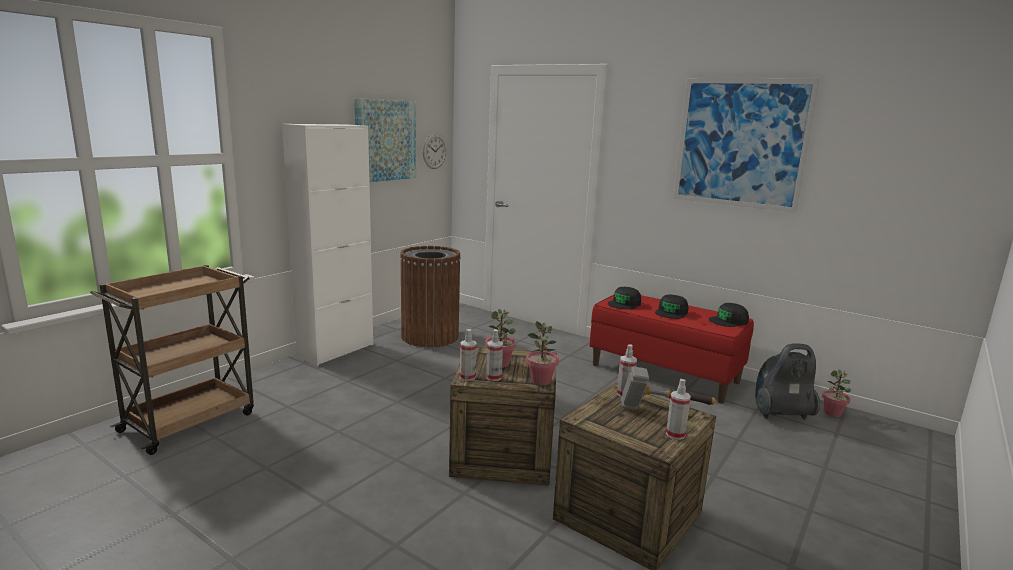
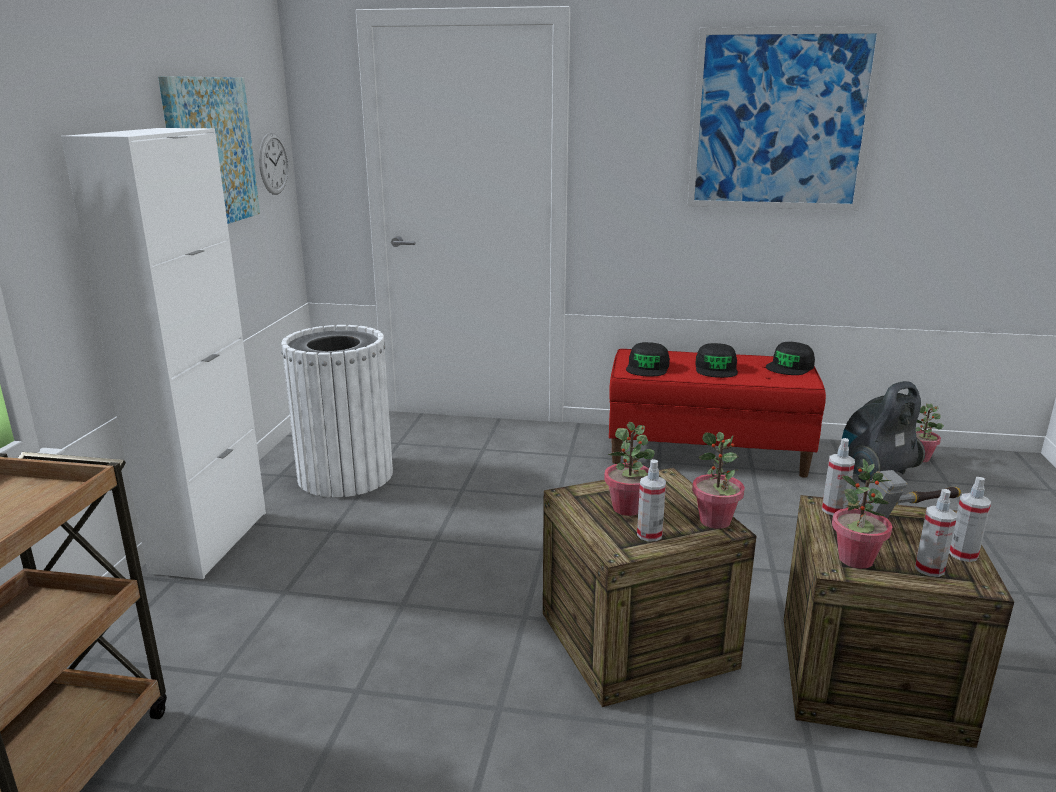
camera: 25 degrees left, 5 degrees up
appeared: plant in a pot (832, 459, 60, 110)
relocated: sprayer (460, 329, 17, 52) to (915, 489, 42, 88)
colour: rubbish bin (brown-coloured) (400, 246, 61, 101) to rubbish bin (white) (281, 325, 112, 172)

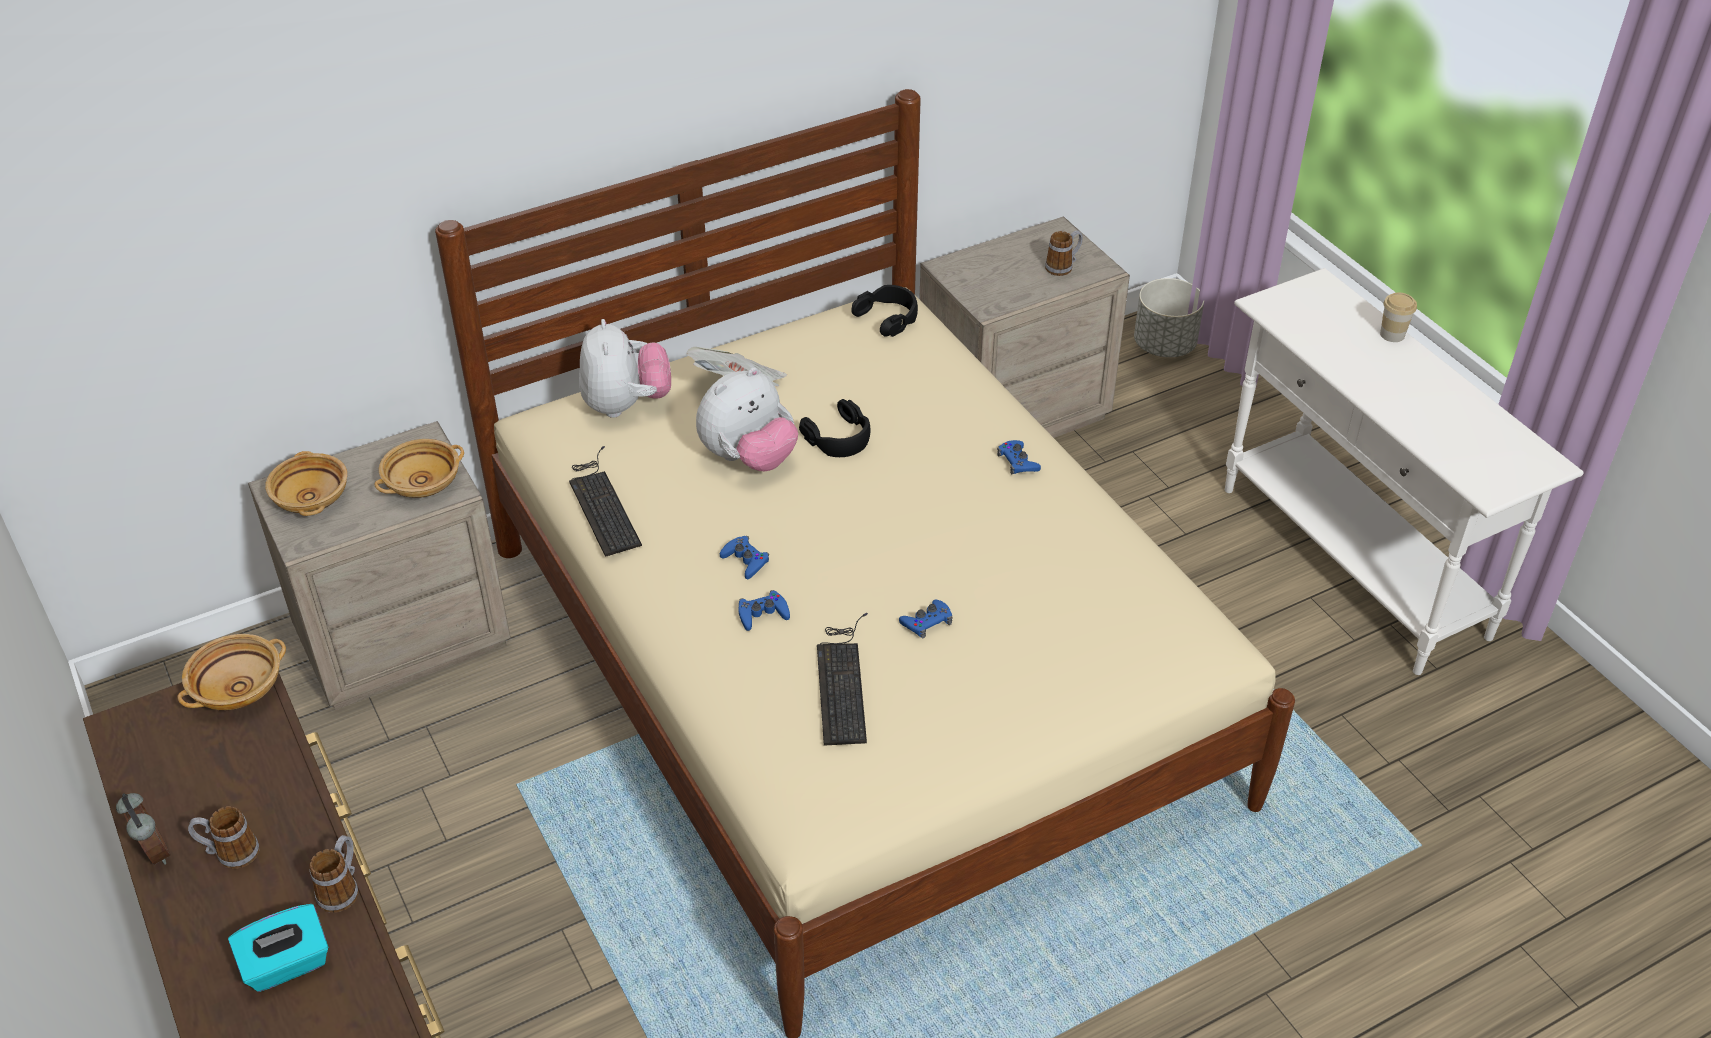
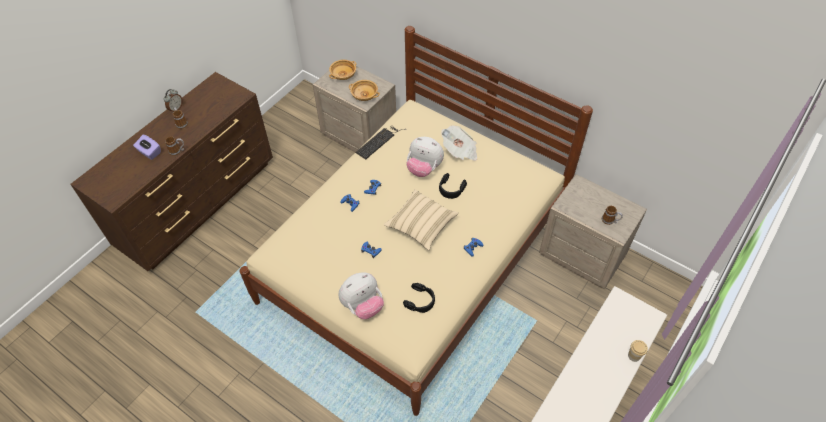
camera: 65 degrees right, 10 degrees up
missing: deep dish (beige-coloured) (177, 634, 109, 76); PC keyboard (817, 613, 51, 133); plant pot (gray) (1134, 278, 70, 79)
appeared: cushion (beige-coloured) (384, 190, 75, 61)
relocated: soft toy (579, 319, 92, 99) to (339, 272, 45, 47); headphones (black) (851, 285, 67, 52) to (403, 283, 32, 30)
colour: tissue holder (turquoise) (228, 904, 100, 88) to tissue holder (purple) (133, 135, 28, 25)

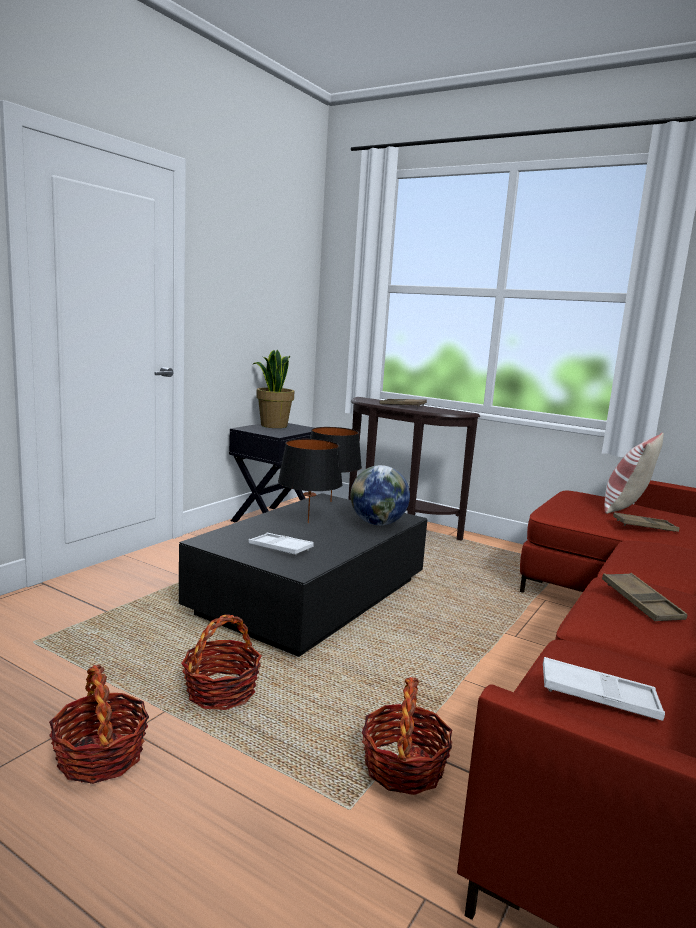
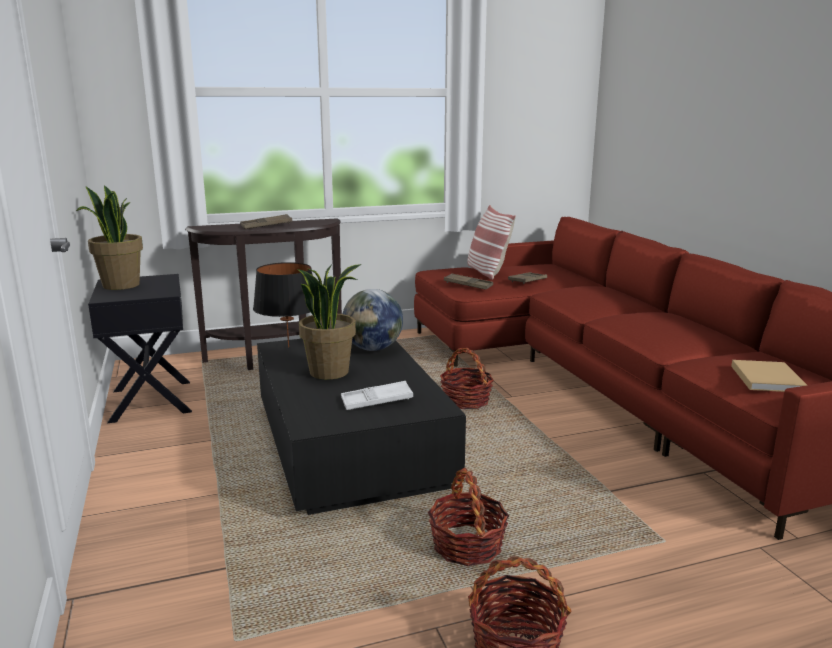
camera: 50 degrees left, 5 degrees up
relocated: household basket (362, 677, 91, 118) to (440, 348, 54, 61); serving tray (brown-coloured) (602, 573, 85, 48) to (444, 273, 49, 17)
exchanged: tabletop lamp (black) (278, 439, 65, 84) to plant in a pot (297, 264, 64, 116); serving tray (white) (543, 657, 122, 64) to book (beige-coloured) (731, 360, 76, 32)

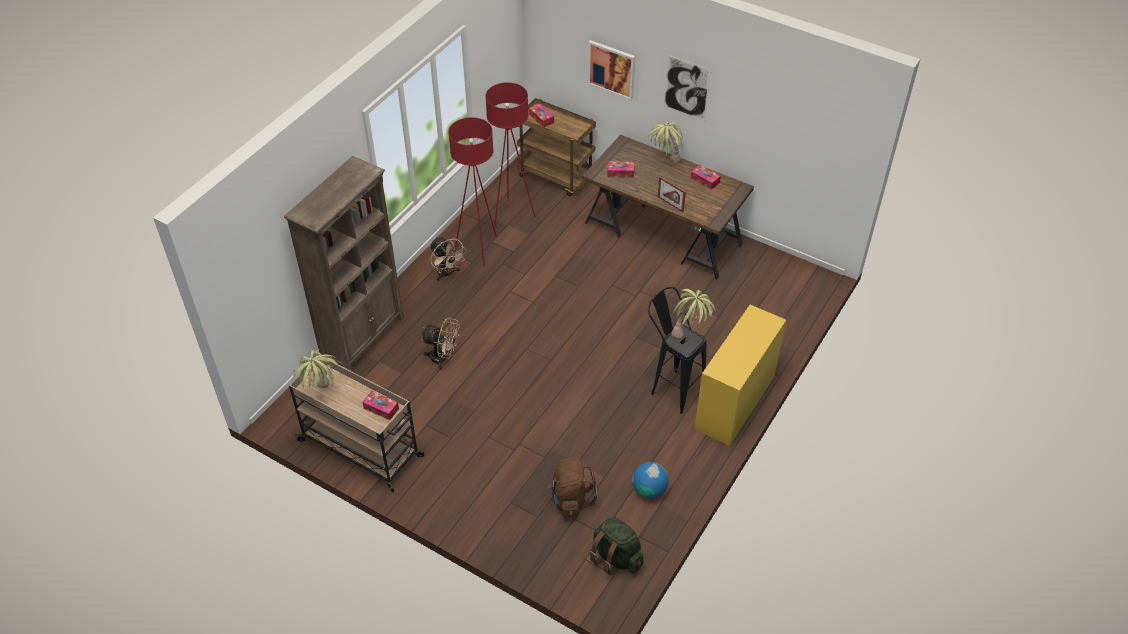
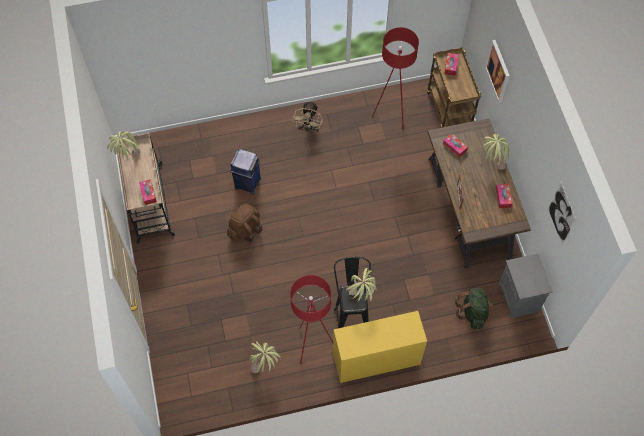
camera: 45 degrees right, 15 degrees up
missing: shelving unit (brown-coloured) (284, 156, 120, 215)
appeared: bedside table (gray) (499, 254, 54, 64)
relocated: rucksack (brown-coloured) (547, 458, 50, 60) to (227, 203, 36, 39); standing lamp (red) (448, 117, 49, 150) to (290, 275, 43, 89); rucksack (green-coloured) (589, 516, 54, 59) to (455, 288, 38, 41); picture (663, 55, 48, 66) to (548, 181, 28, 65)
exchanged: cooling fan (beige-coloured) (421, 318, 39, 51) to rubbish bin (blue-coloured) (230, 149, 31, 45); world globe (632, 462, 37, 37) to plant in a pot (249, 341, 32, 32)

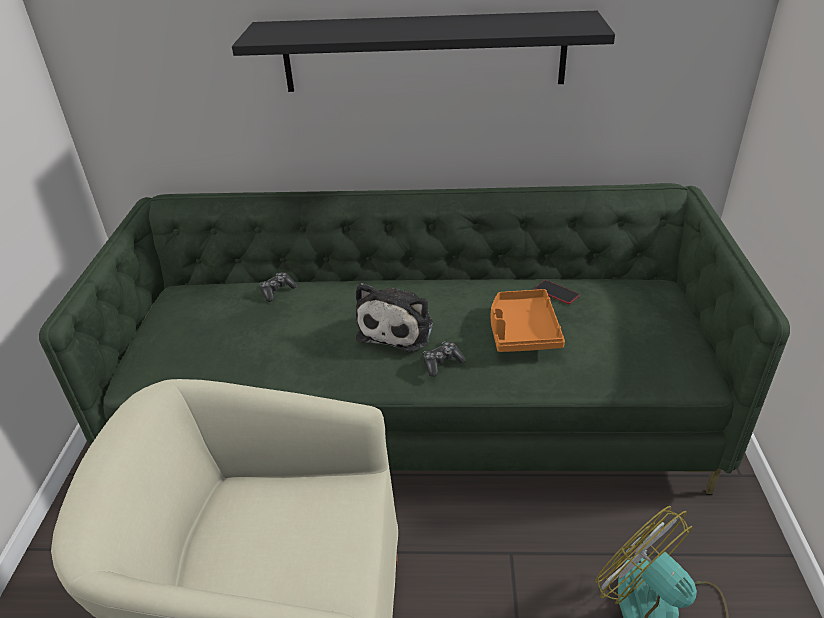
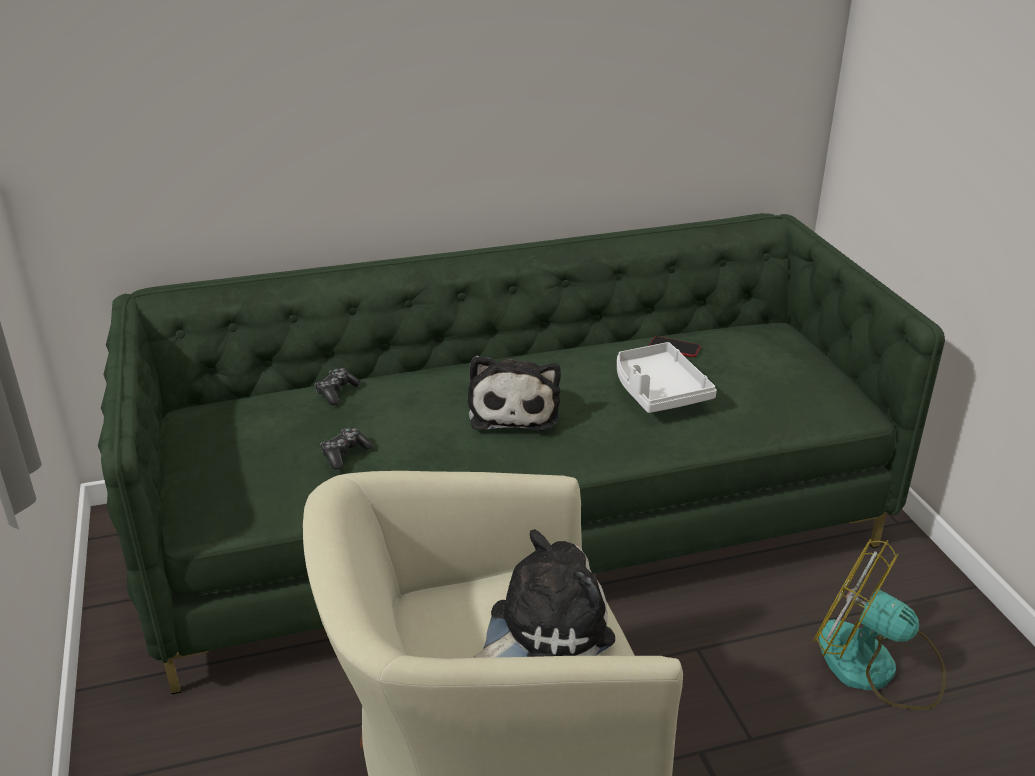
camera: 20 degrees left, 5 degrees down
missing: shelf (black) (232, 11, 383, 81)
appeared: soft toy (473, 529, 142, 129)
relocated: game controller (423, 342, 43, 35) to (320, 427, 53, 43)
colour: serving tray (orangey) (491, 289, 74, 63) to serving tray (white) (617, 342, 100, 71)

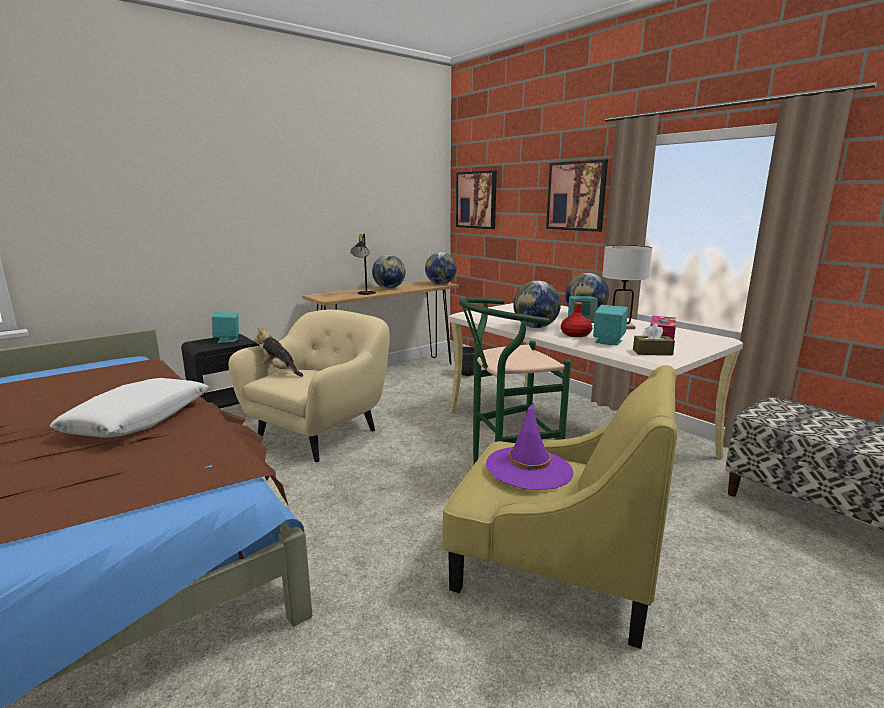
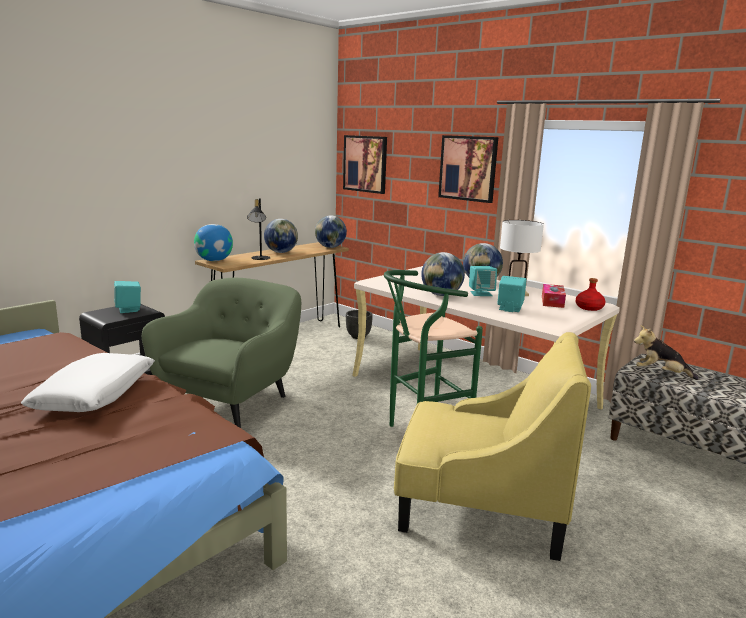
camera: 10 degrees left, 0 degrees up
missing: clothing hat (purple) (486, 402, 88, 88); tissue holder (brown-coloured) (633, 324, 42, 31)
appeared: world globe (194, 224, 39, 37)
relocated: drink bottle (red) (561, 302, 31, 35) to (576, 278, 29, 33); soft toy (254, 326, 49, 51) to (634, 325, 65, 55)
colour: easy chair (beige-coloured) (228, 310, 162, 152) to easy chair (green-coloured) (142, 278, 159, 150)

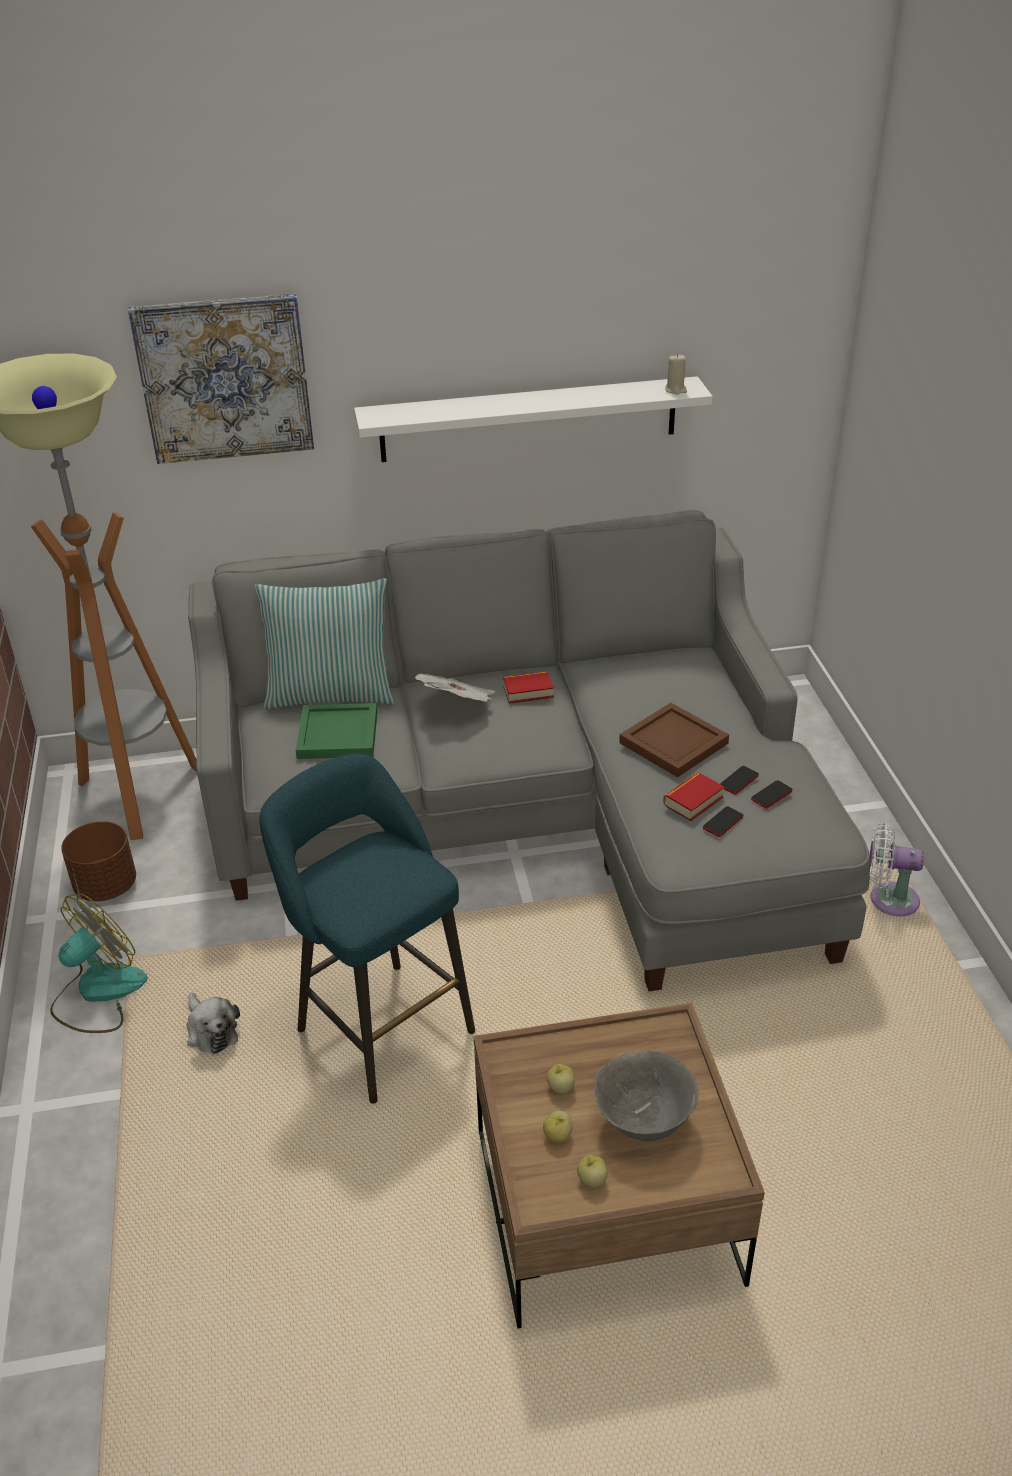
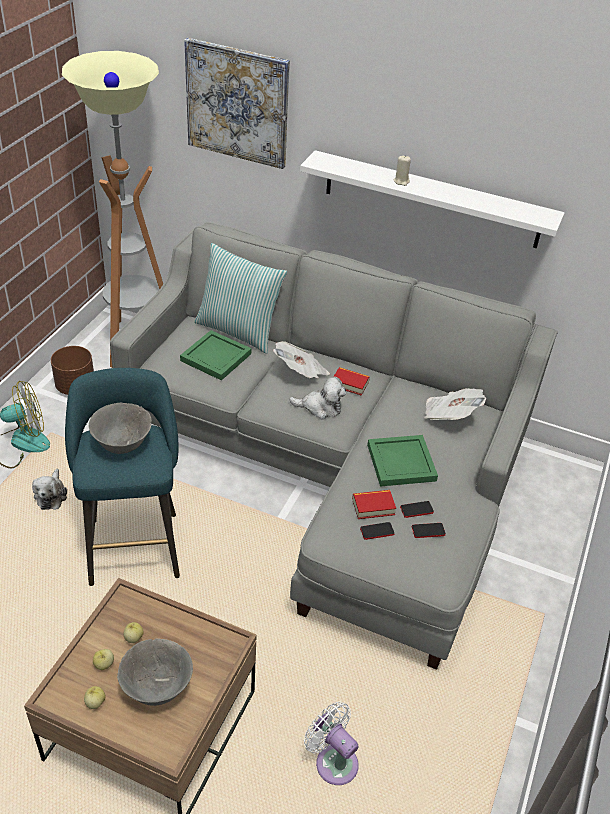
camera: 30 degrees right, 5 degrees up
appeared: deep dish (gray) (89, 403, 63, 51); soft toy (289, 377, 57, 43); newspaper (424, 388, 62, 32)
relocated: cooling fan (white) (869, 822, 55, 94) to (304, 702, 55, 83); wax light (beige-coloured) (665, 354, 22, 40) to (394, 156, 17, 30)
colour: serving tray (brown-coloured) (619, 703, 110, 74) to serving tray (green-coloured) (367, 435, 71, 52)

